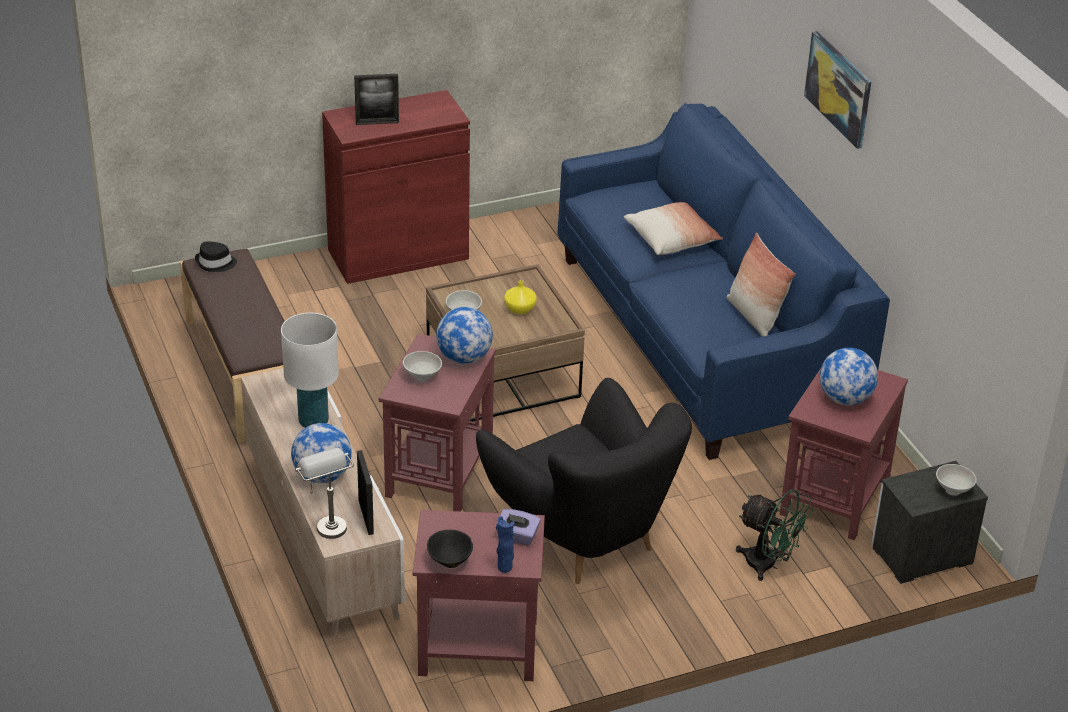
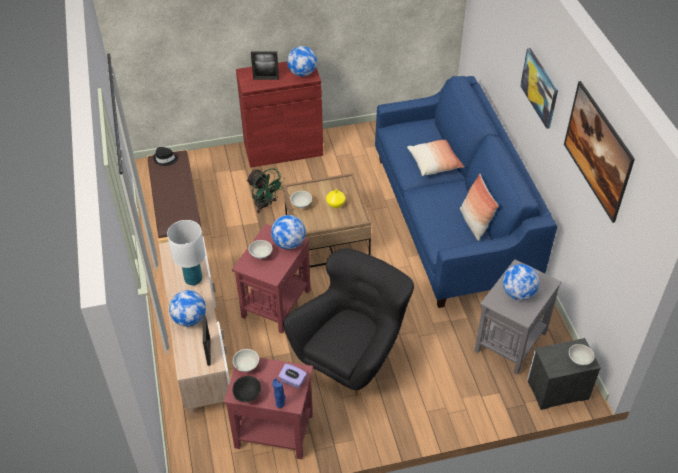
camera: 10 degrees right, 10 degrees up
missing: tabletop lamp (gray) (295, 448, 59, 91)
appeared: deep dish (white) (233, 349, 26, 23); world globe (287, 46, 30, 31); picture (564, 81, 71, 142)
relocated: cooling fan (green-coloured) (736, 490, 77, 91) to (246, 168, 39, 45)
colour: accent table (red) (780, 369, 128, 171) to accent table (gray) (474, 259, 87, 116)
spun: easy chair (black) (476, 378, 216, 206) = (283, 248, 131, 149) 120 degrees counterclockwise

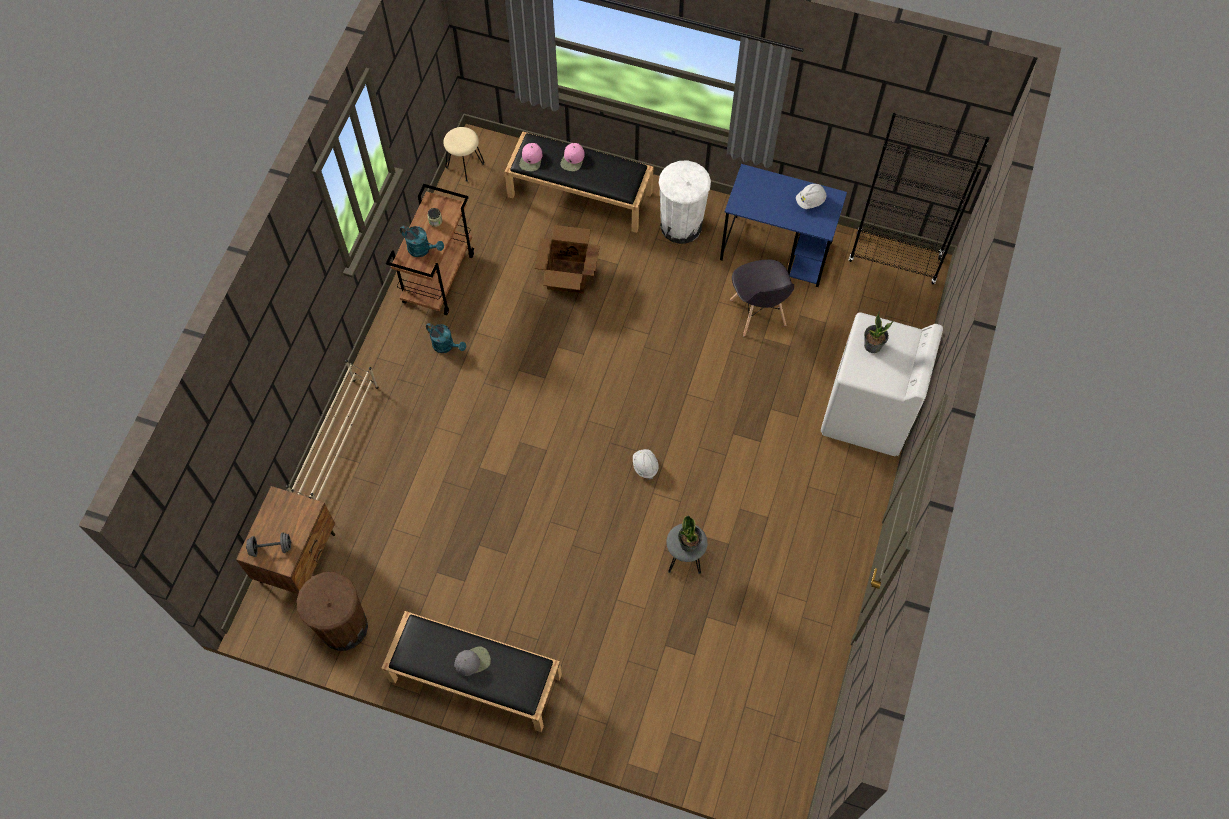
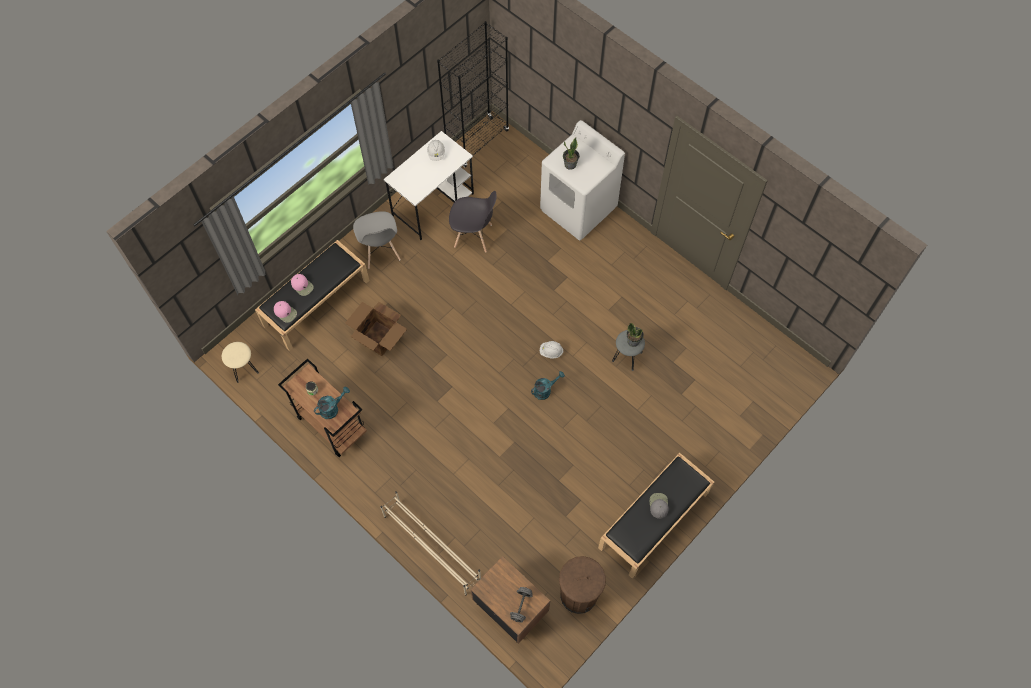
camera: 65 degrees left, 0 degrees up
relocated: sprinkling can (turquoise) (426, 323, 40, 30) to (531, 371, 34, 29)
exchanged: rubbish bin (white) (659, 161, 52, 83) to chair (gray) (353, 211, 48, 58)
colour: desk unit (blue-coloured) (720, 164, 127, 123) to desk unit (white) (383, 131, 91, 109)

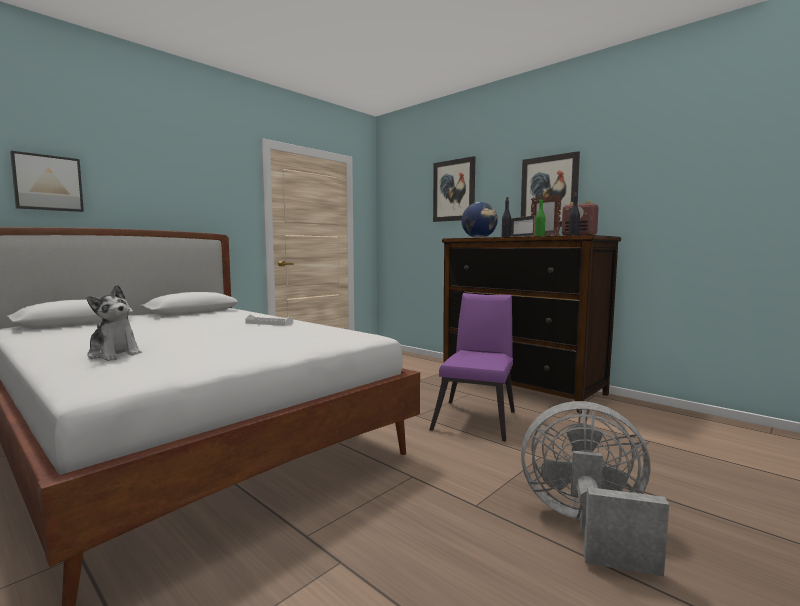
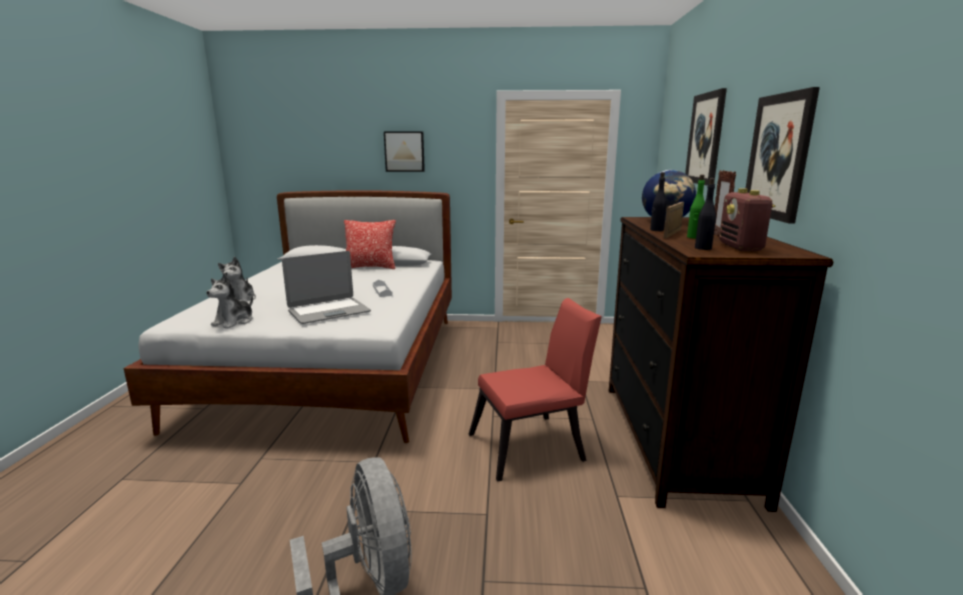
camera: 50 degrees right, 10 degrees up
appeared: soft toy (206, 273, 47, 56); portable computer (282, 251, 89, 73); cushion (344, 220, 52, 49)
relocated: picture (10, 151, 74, 61) to (384, 131, 41, 41)
colour: chair (purple) (429, 293, 86, 149) to chair (red) (469, 298, 133, 184)

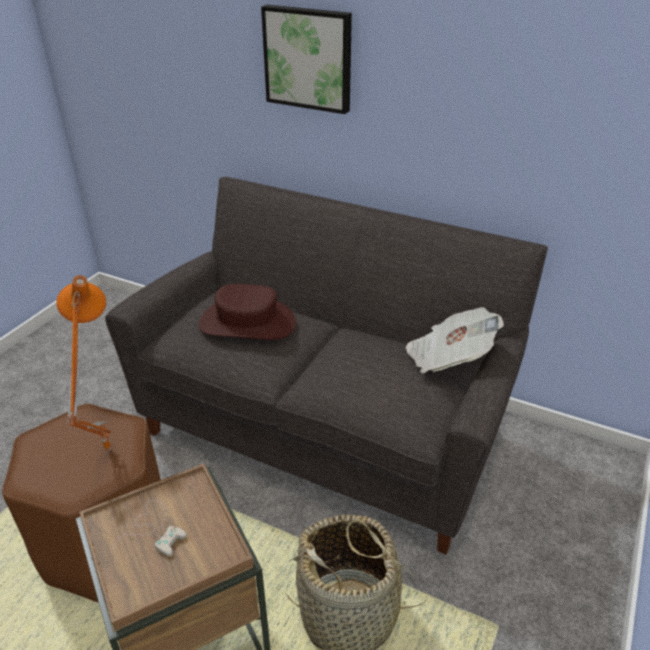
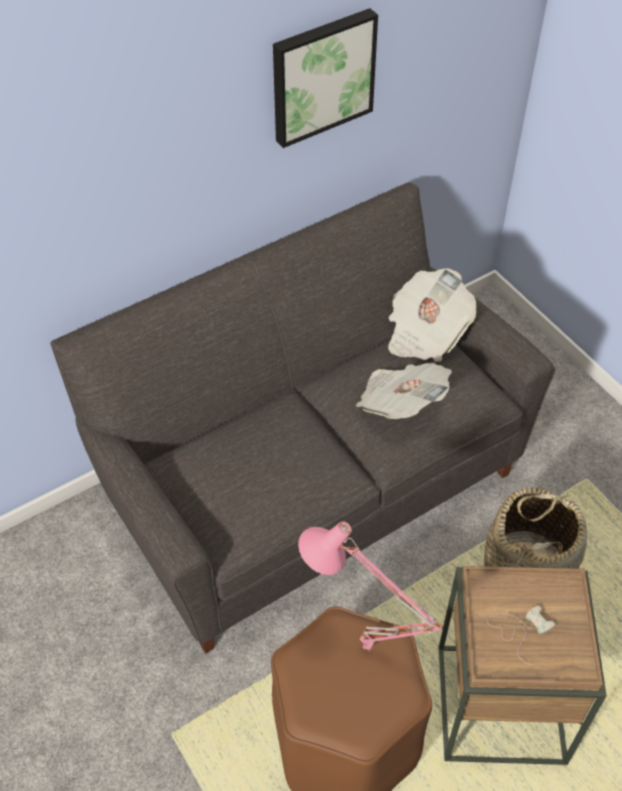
camera: 60 degrees left, 15 degrees up
missing: clothing hat (brown-coloured) (199, 284, 97, 56)
appeared: newspaper (356, 363, 96, 56)
relocated: picture (261, 5, 91, 109) to (273, 8, 105, 140)
colour: tabletop lamp (orangey) (56, 275, 55, 178) to tabletop lamp (pink) (298, 521, 145, 130)

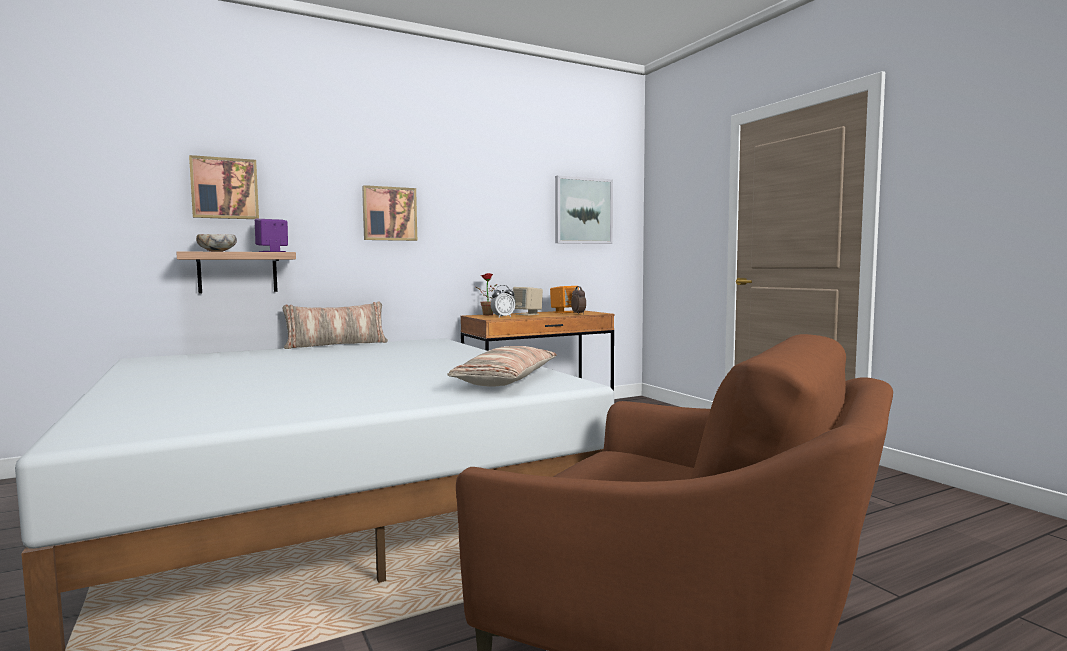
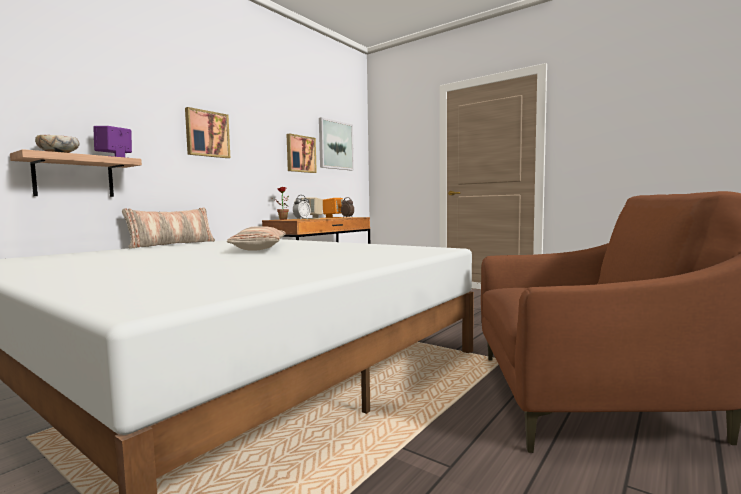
camera: 25 degrees left, 0 degrees up
relocated: cushion (447, 346, 110, 41) to (227, 226, 59, 25); picture (189, 155, 70, 64) to (287, 133, 30, 40)

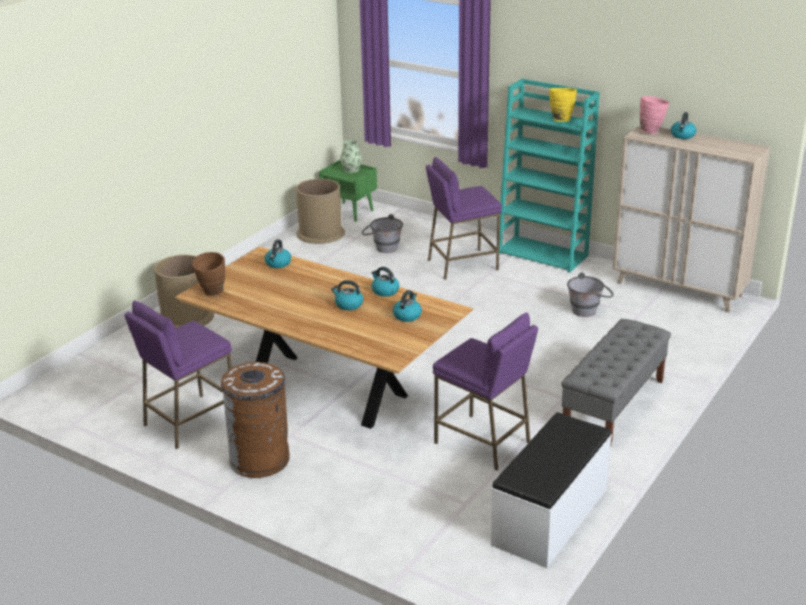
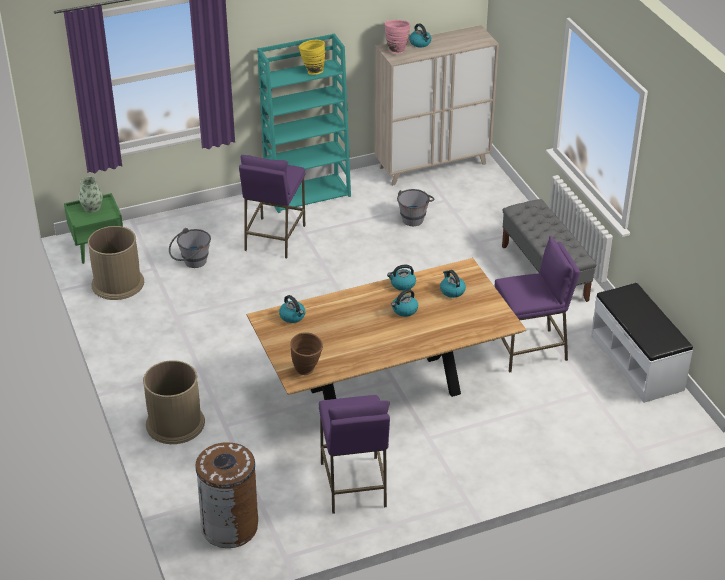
camera: 55 degrees left, 10 degrees up
relocated: rubbish bin (brown-coloured) (221, 362, 68, 116) to (195, 442, 63, 106)

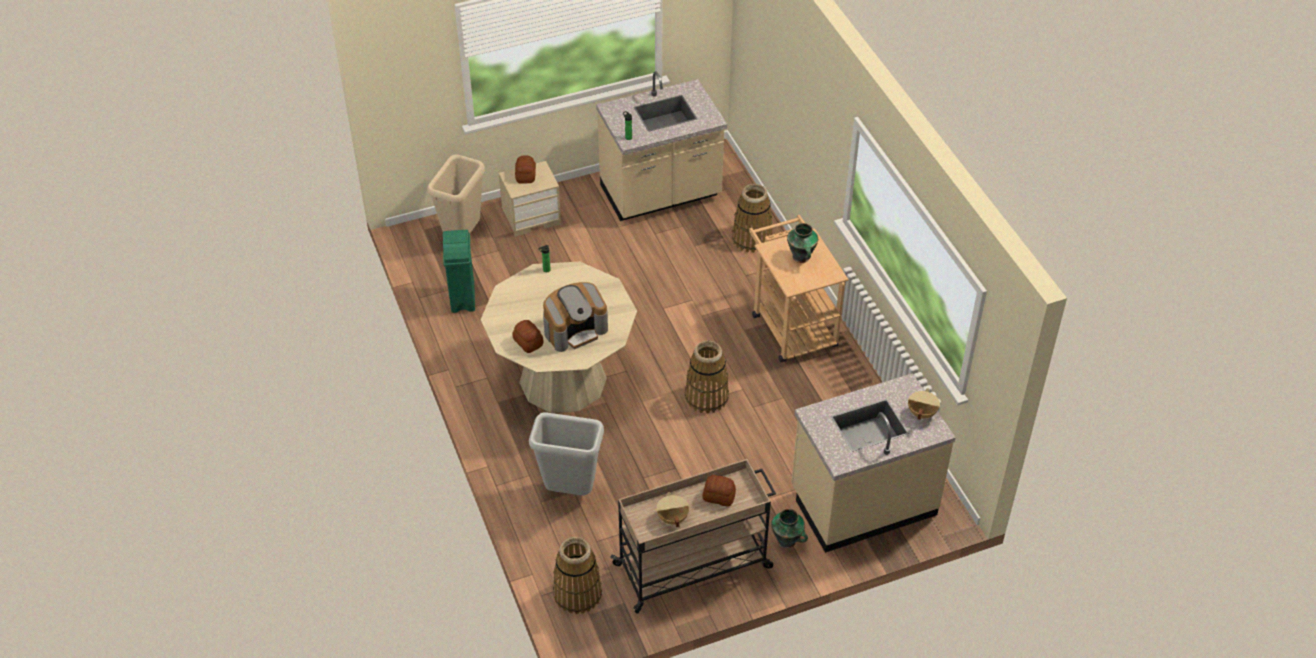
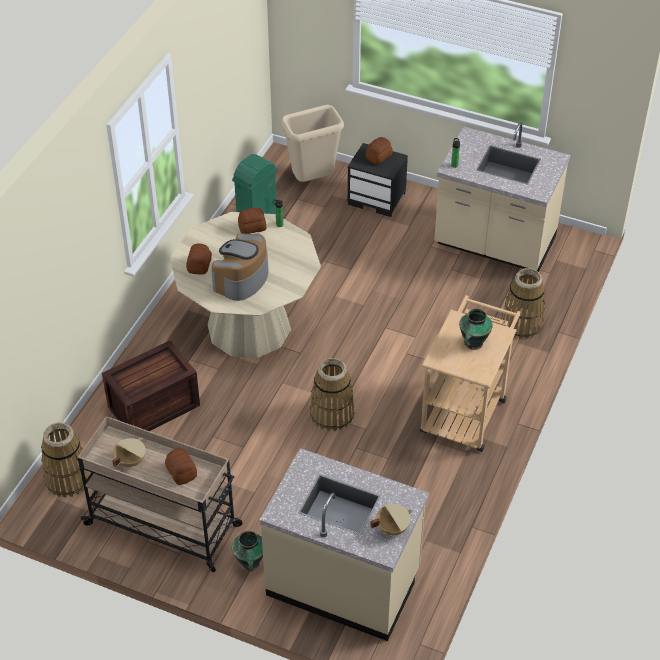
camera: 45 degrees right, 0 degrees up
appeared: baked bread (238, 208, 28, 26)
exchanged: rubbish bin (gray) (529, 412, 75, 83) to shipping crate (102, 340, 98, 91)
colour: bedside table (beige-coloured) (499, 161, 62, 76) to bedside table (black) (347, 143, 61, 74)
spun: coffee maker (543, 282, 65, 70) = (211, 233, 58, 68) 105 degrees clockwise

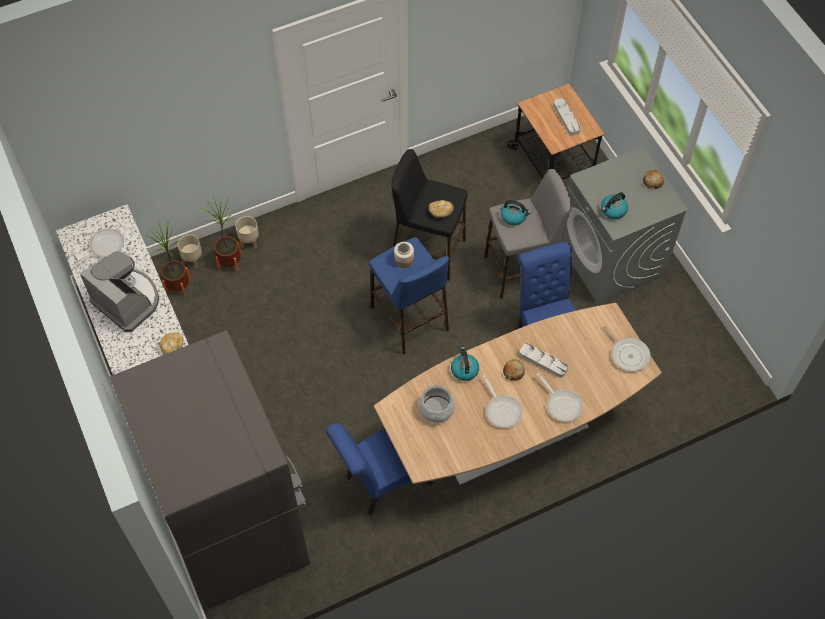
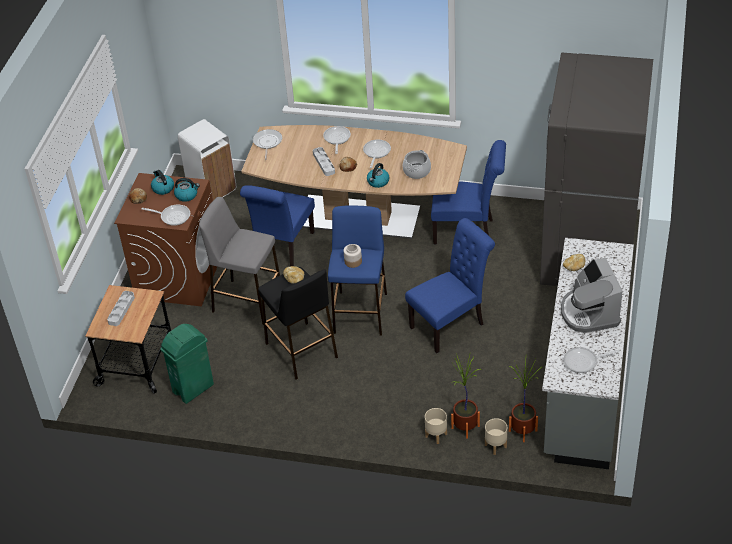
camera: 140 degrees left, 15 degrees down
appeared: frying pan (142, 205, 48, 21); rubbish bin (green-coloured) (160, 324, 54, 80); rubbish bin (white) (178, 119, 58, 81); chair (blue-coloured) (405, 218, 90, 135)
relocated: tea kettle (501, 200, 30, 25) to (151, 170, 23, 25)
colour: washing machine (gray) (561, 147, 128, 157) to washing machine (brown-coloured) (114, 173, 103, 133)

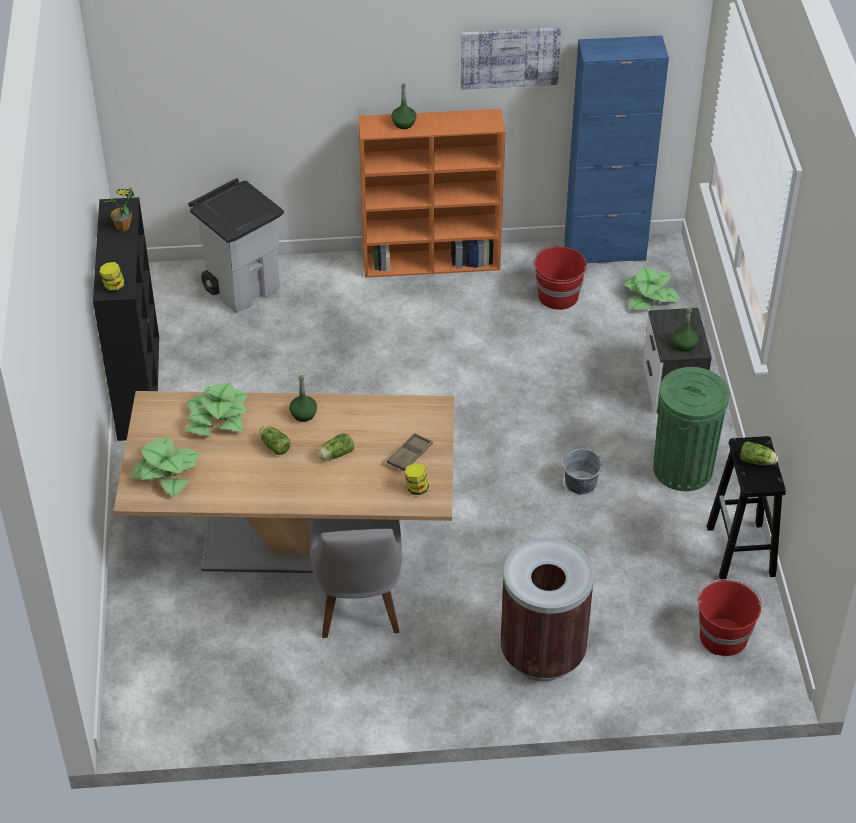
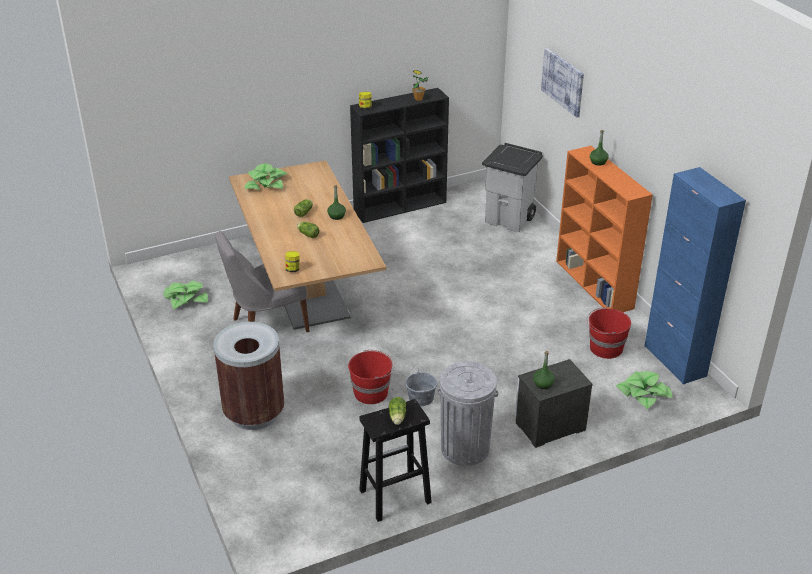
camera: 70 degrees right, 10 degrees down
missing: serving tray (brown-coloured) (387, 433, 46, 38)
relocated: plant in a pot (185, 382, 62, 55) to (163, 281, 45, 28); pail (red) (697, 579, 65, 77) to (348, 350, 47, 54); picture (461, 28, 100, 61) to (541, 48, 43, 69)
colour: rubbish bin (green-coloured) (653, 367, 77, 124) to rubbish bin (gray) (437, 361, 61, 105)

